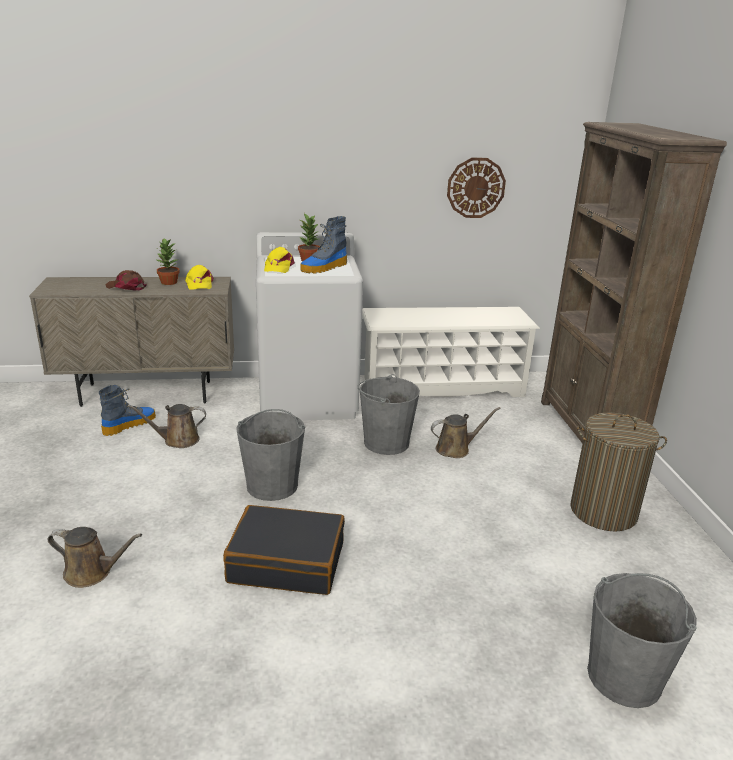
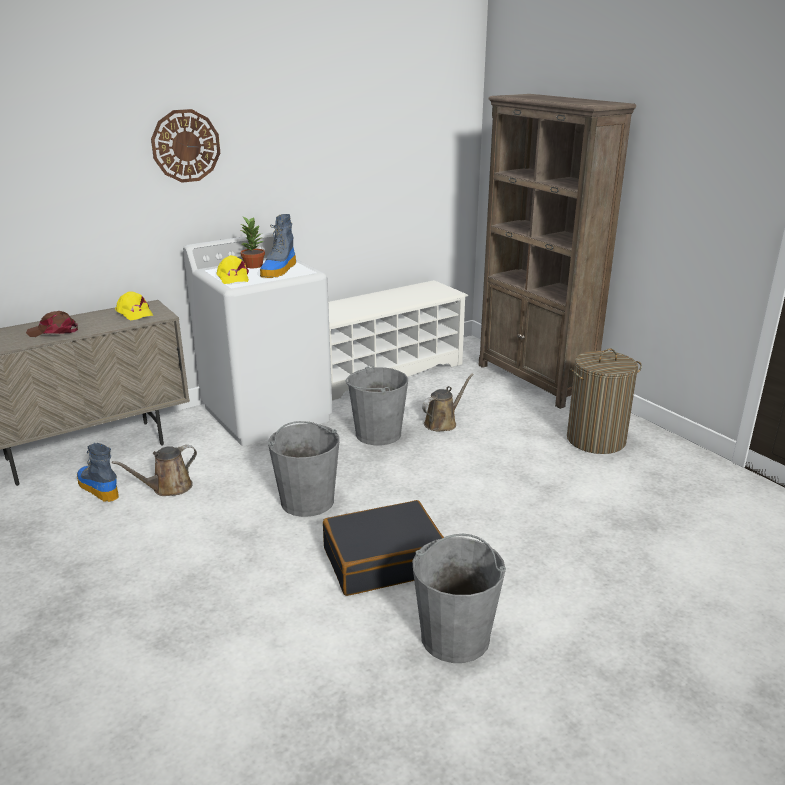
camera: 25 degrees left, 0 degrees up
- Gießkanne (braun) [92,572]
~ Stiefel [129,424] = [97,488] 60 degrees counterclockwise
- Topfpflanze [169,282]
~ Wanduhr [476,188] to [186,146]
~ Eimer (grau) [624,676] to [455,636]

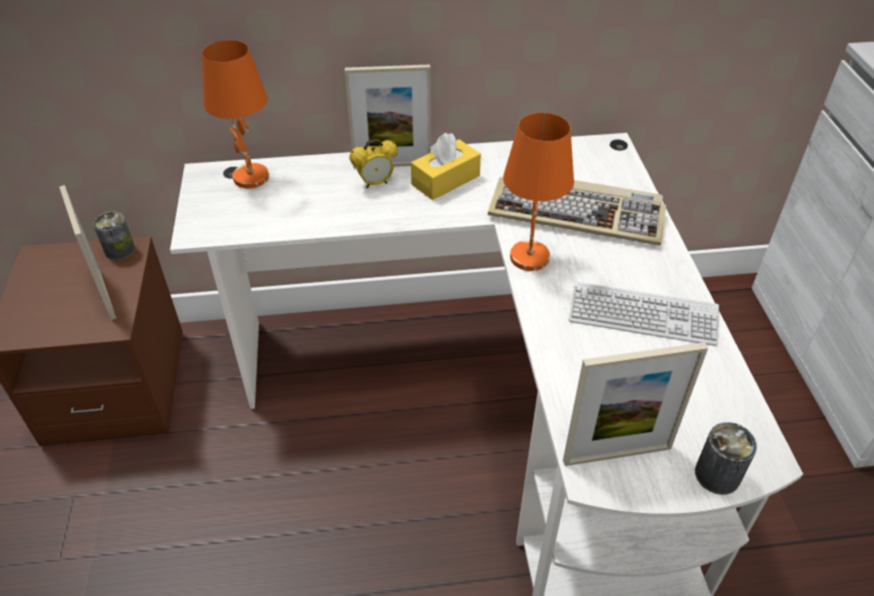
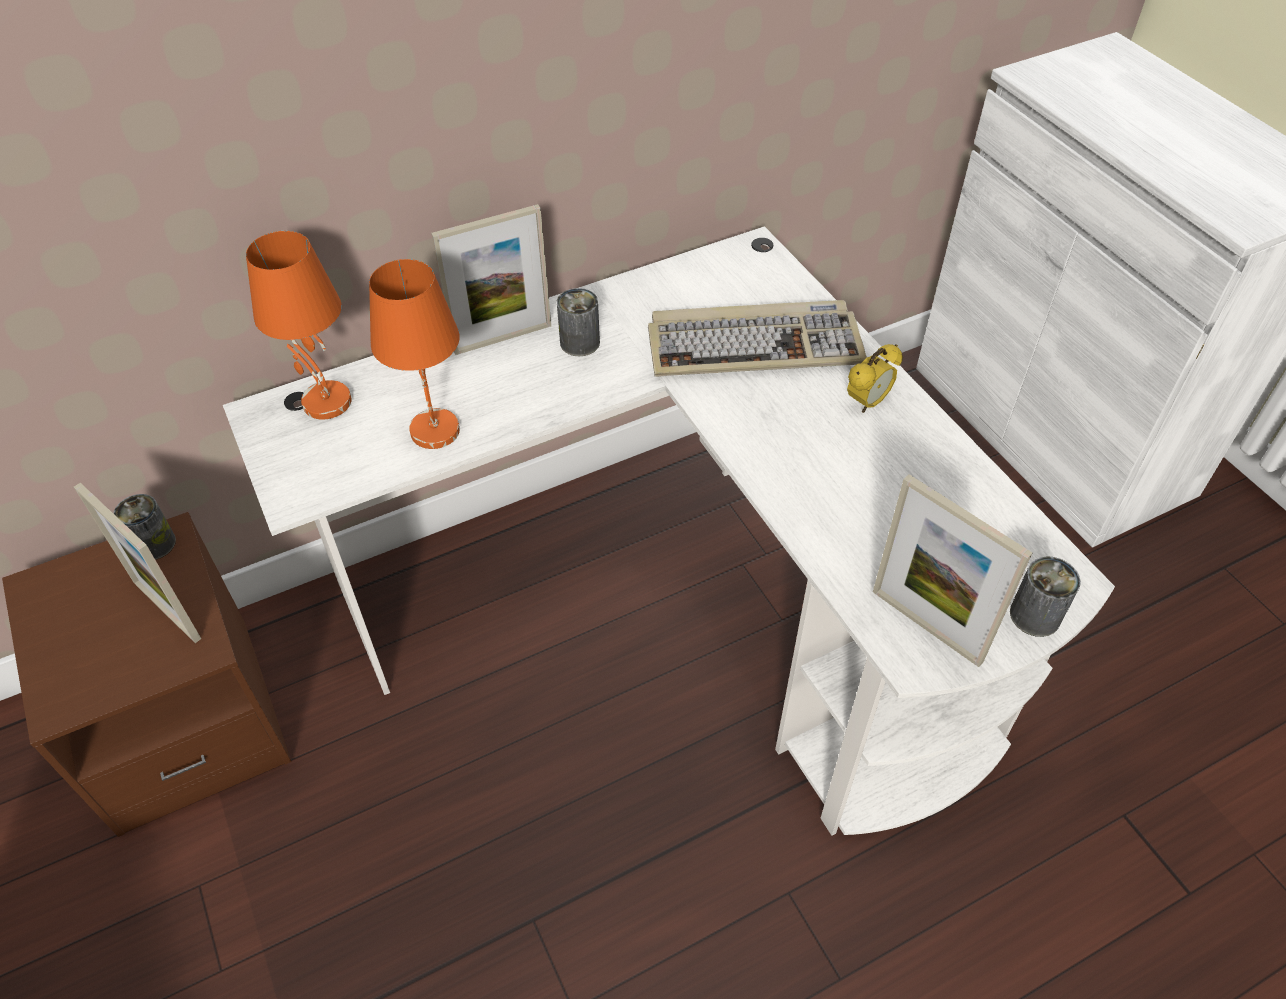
camera: 20 degrees left, 5 degrees up
~ Wecker [375,183] to [867,403]
~ Taschentuchbox (gelb) [445,180] to Dose [580,342]
~ Tischlampe (orange) [528,256] to [434,430]
~ Bilderrahmen [617,454] = [926,626] 75 degrees clockwise
- Tastatur [643,315]

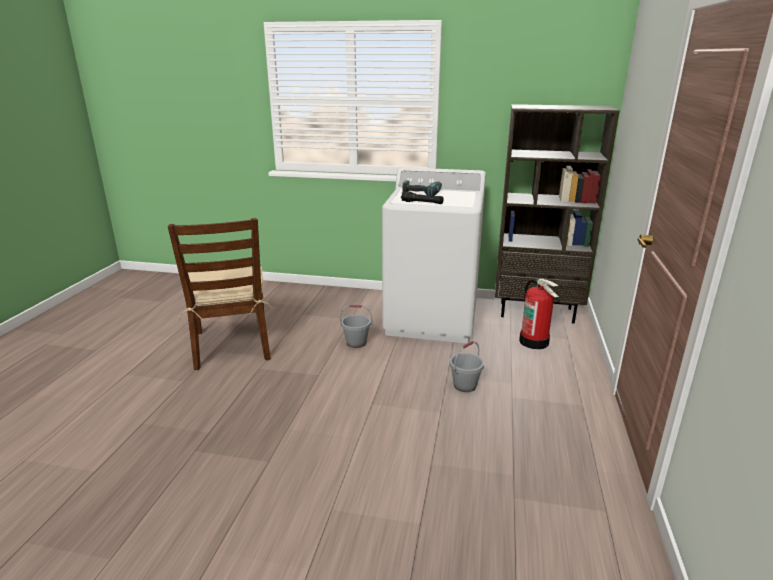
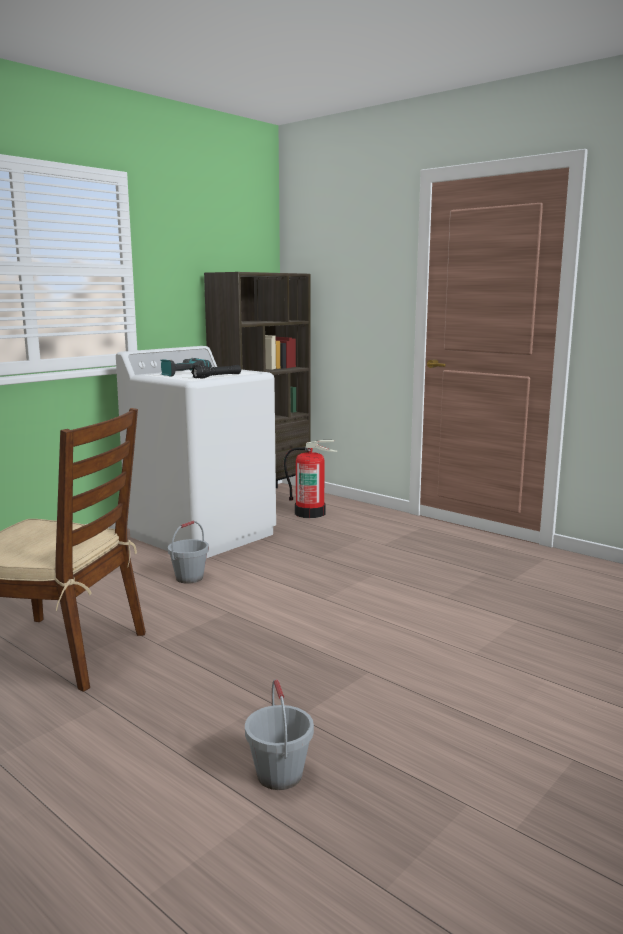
camera: 60 degrees left, 10 degrees down
~ Eimer (grau) [464,385] to [279,775]

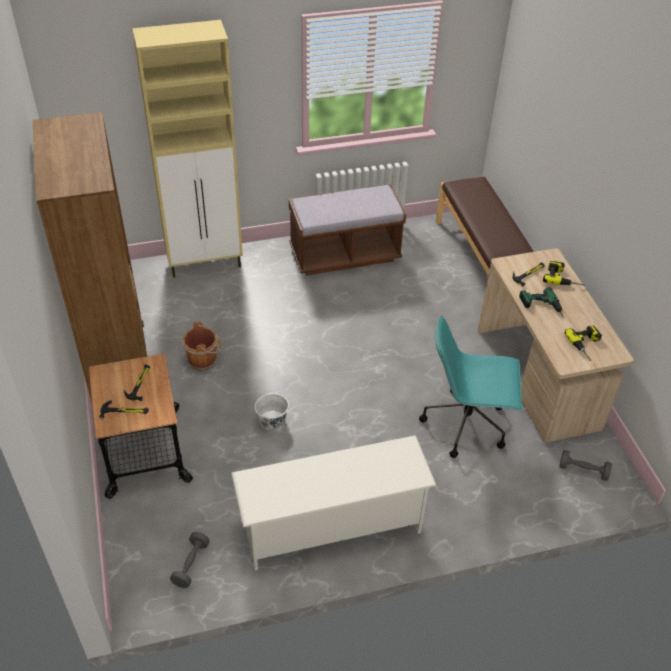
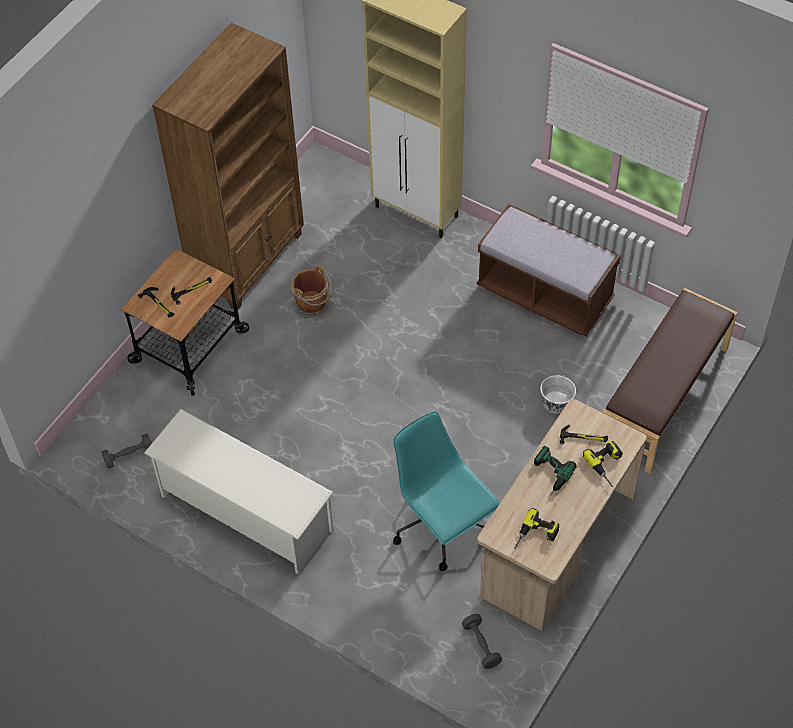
camera: 50 degrees right, 10 degrees up
~ Eimer (weiß) [272,420] to [556,403]

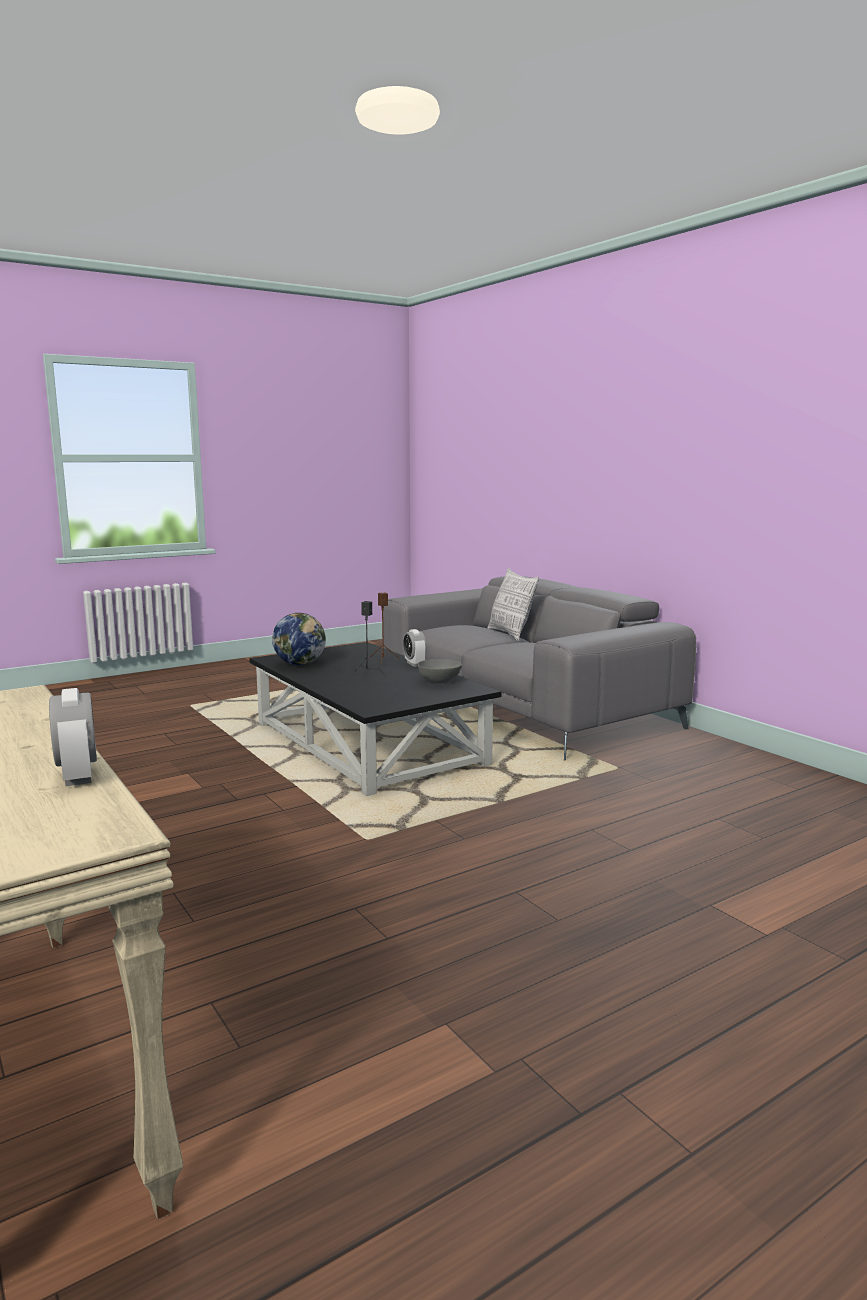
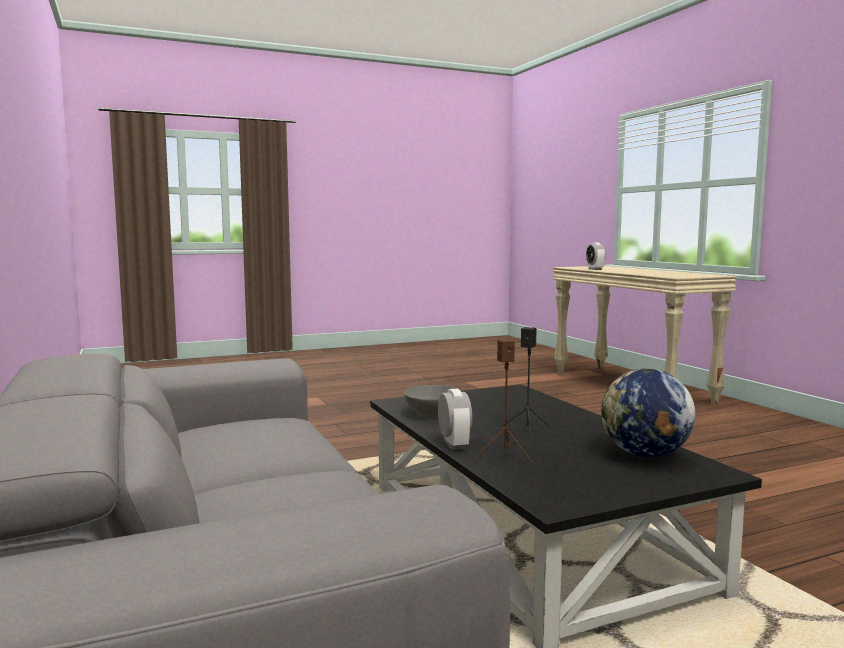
camera: 170 degrees left, 5 degrees down
- Kissen [511,634]

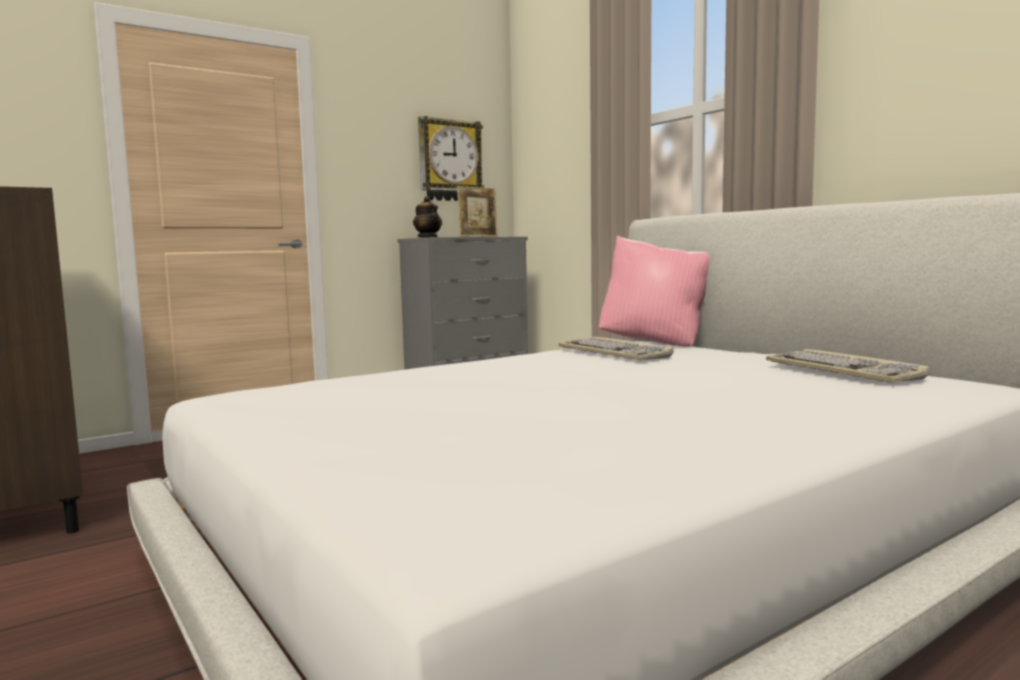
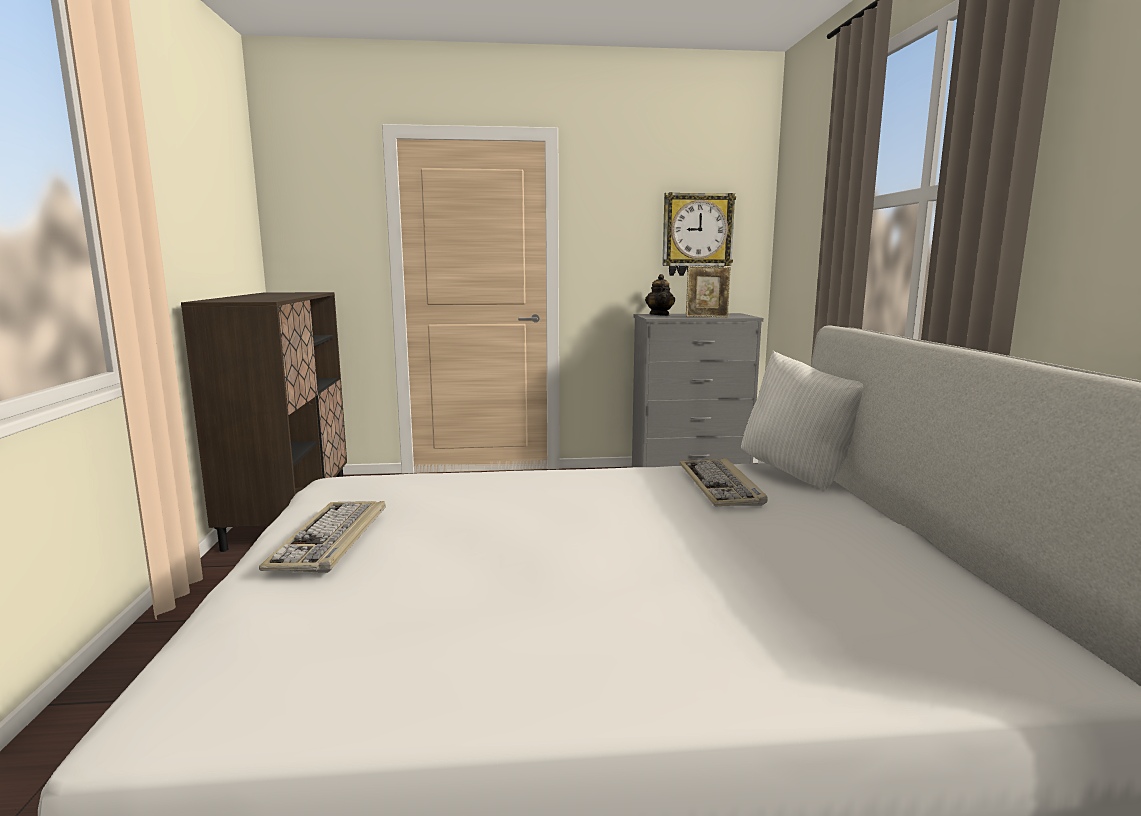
camera: 30 degrees right, 5 degrees up
~ Kissen (rosa) [655,343] to Kissen (weiß) [799,475]
~ Tastatur [845,371] to [331,540]

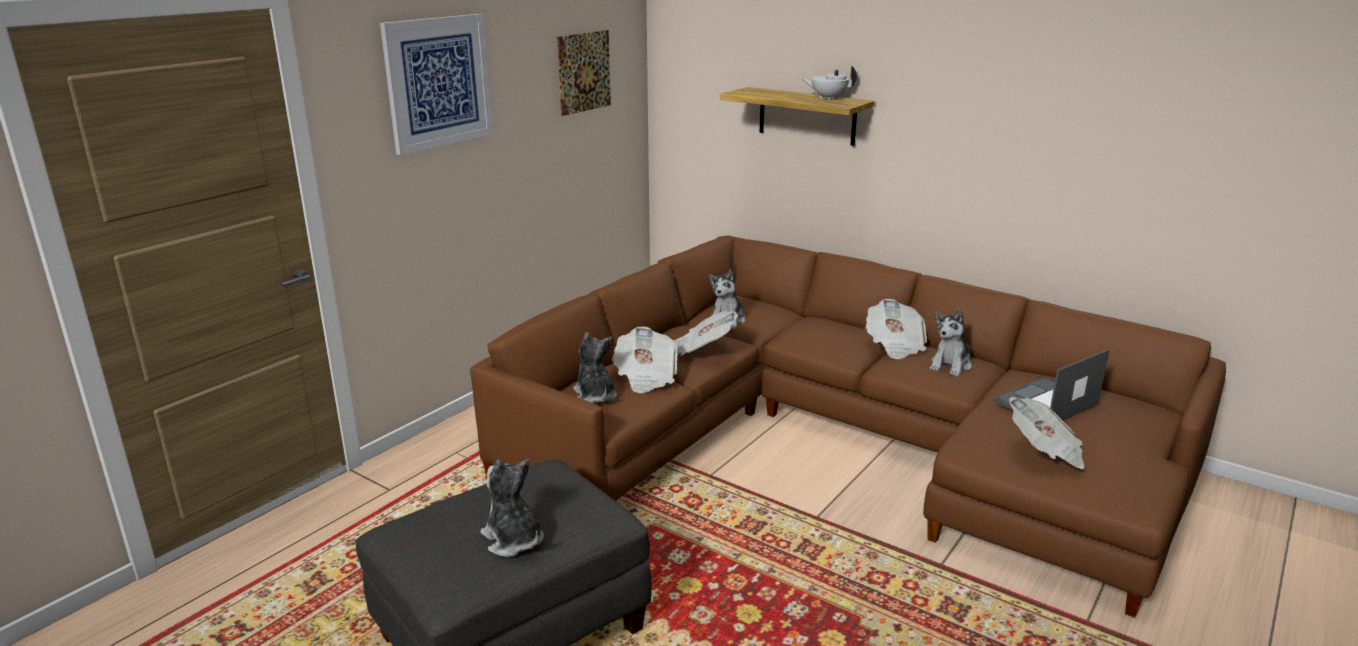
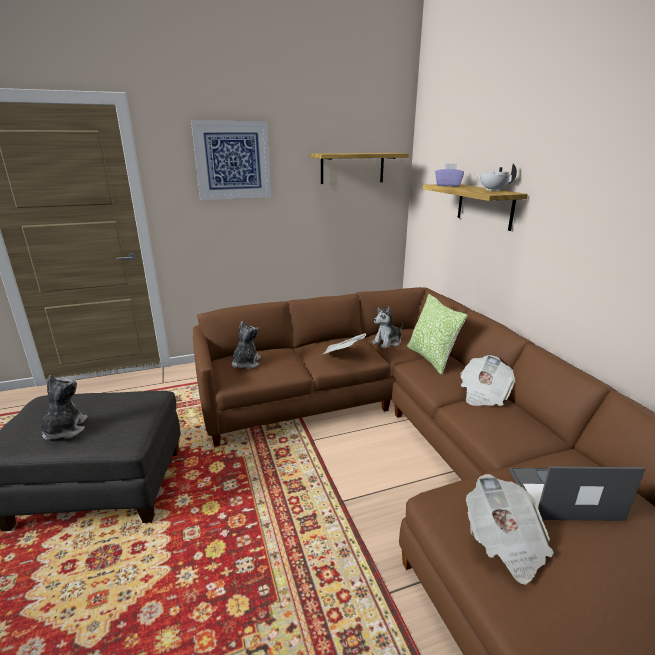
camera: 35 degrees right, 0 degrees up
~ Bild [584,72] to Wandregal [352,168]
- Zeitung [645,377]
- Plüschtier [951,365]
+ Kissen [431,358]
+ Taschentuchbox (lila) [448,185]

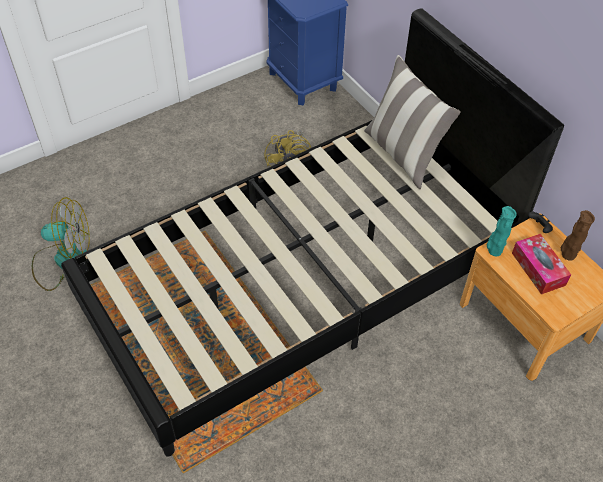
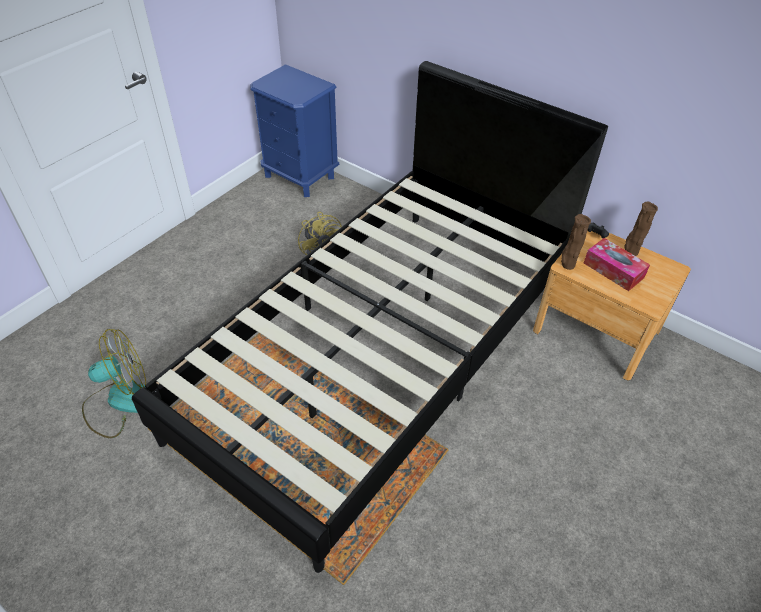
camera: 20 degrees left, 5 degrees down
- Kissen [403,154]
~ Vase (türkis) [494,251] to Vase (braun) [567,265]

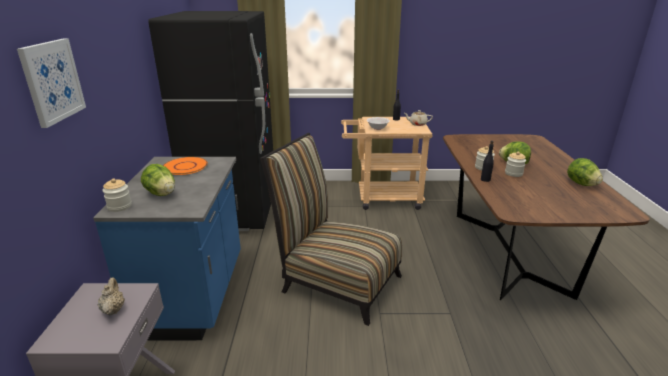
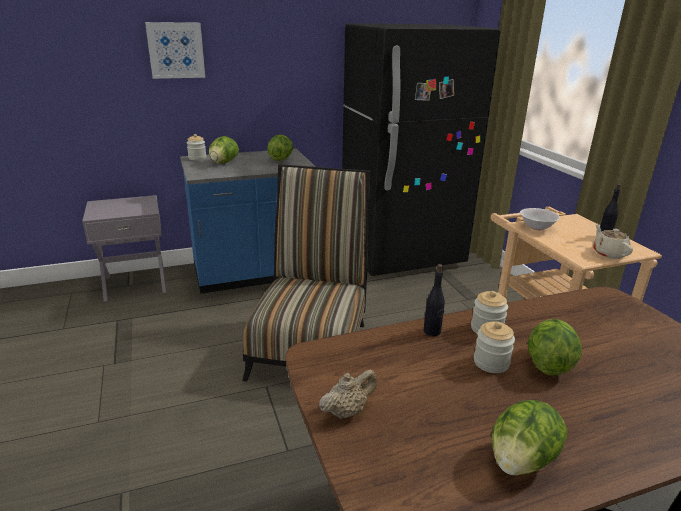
camera: 70 degrees right, 0 degrees up
~ Teekanne (beige) [113,309] to [347,411]
~ Teller (orange) [185,167] to Salatkopf [280,159]

